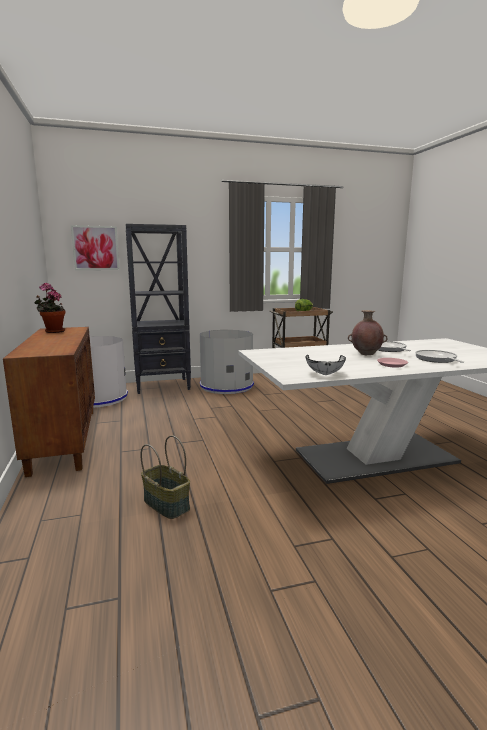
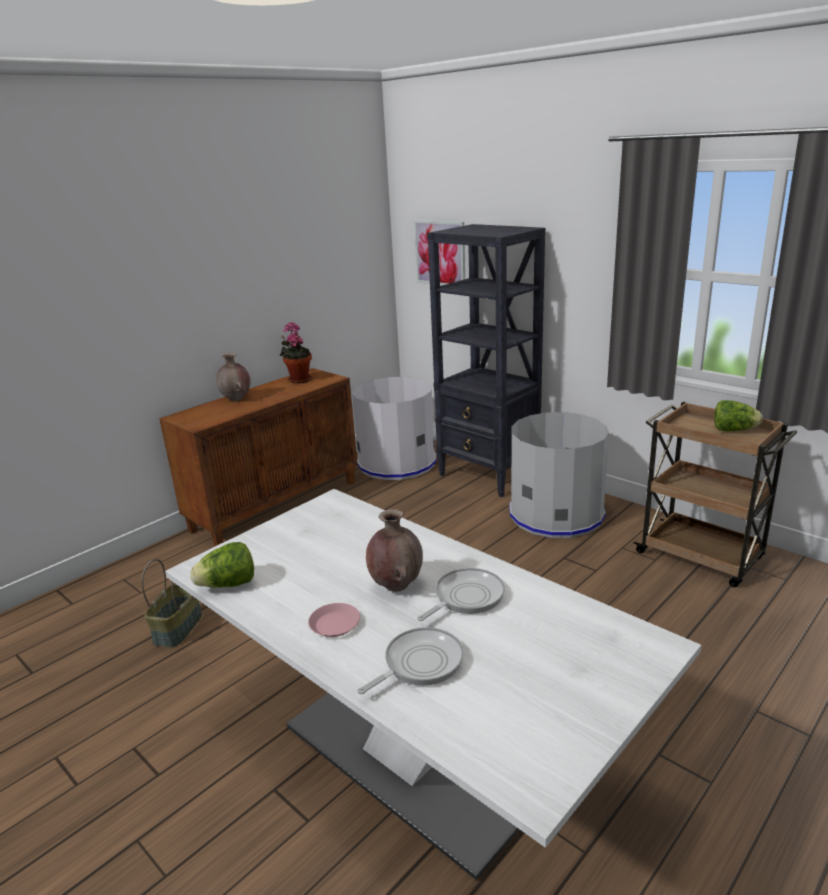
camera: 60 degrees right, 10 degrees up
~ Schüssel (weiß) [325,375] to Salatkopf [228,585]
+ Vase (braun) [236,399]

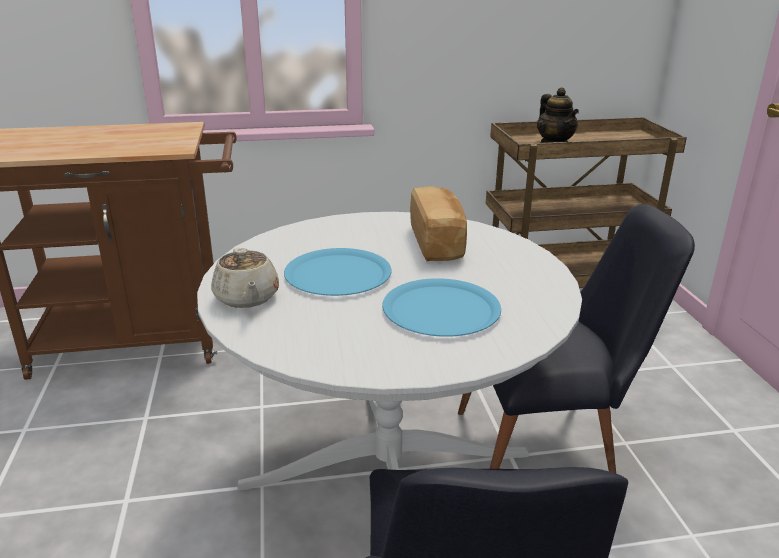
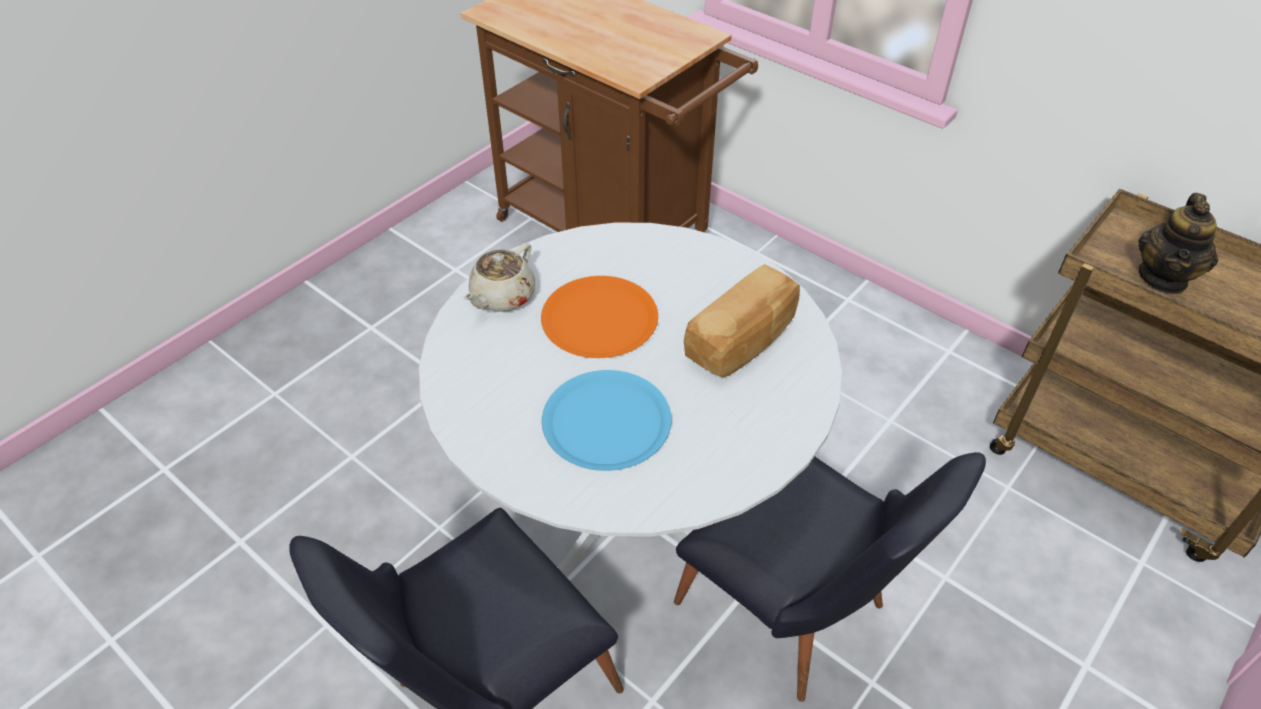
camera: 50 degrees right, 20 degrees up
~ Teller (blau) [338,274] to Teller (orange) [600,319]

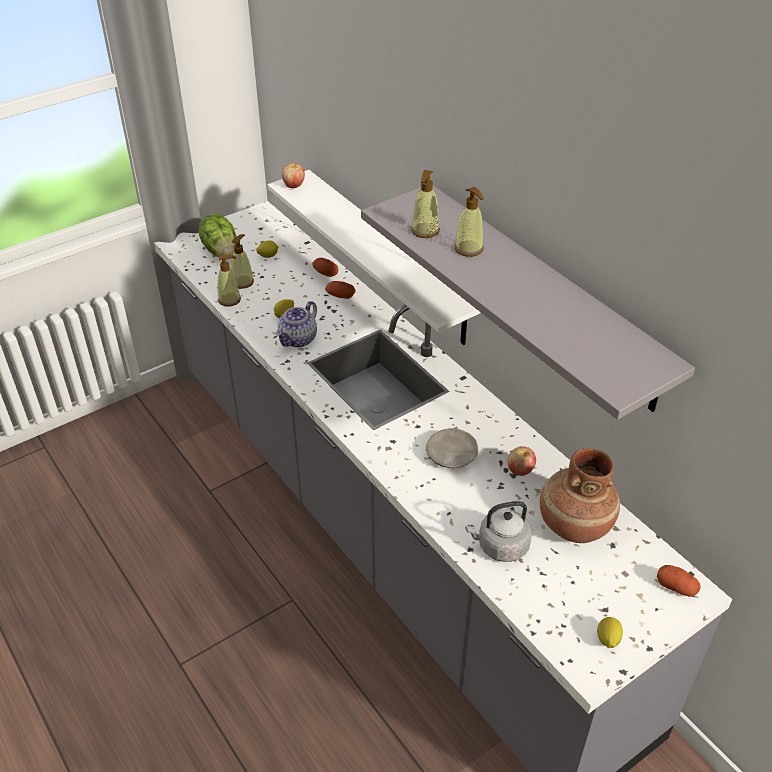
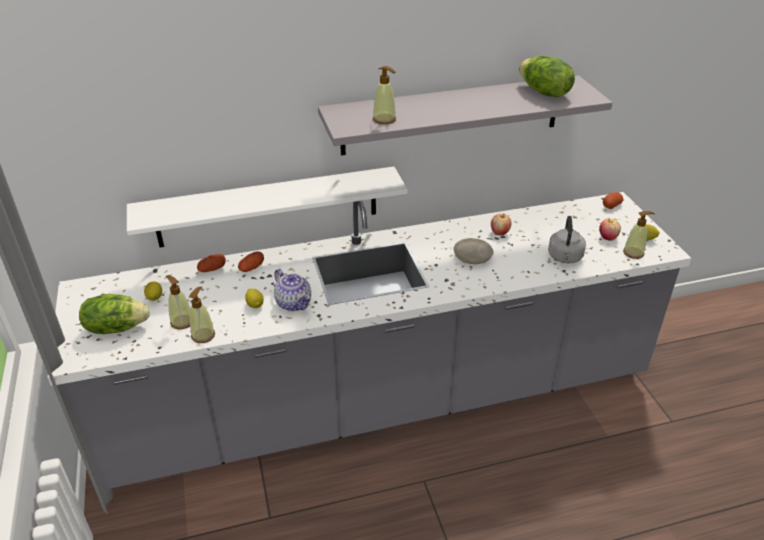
camera: 70 degrees left, 5 degrees down
~ Apfel [294,185] to [607,237]
~ Seifenspender [469,249] to [633,253]
- Vase (braun) [574,524]
+ Salatkopf [543,92]

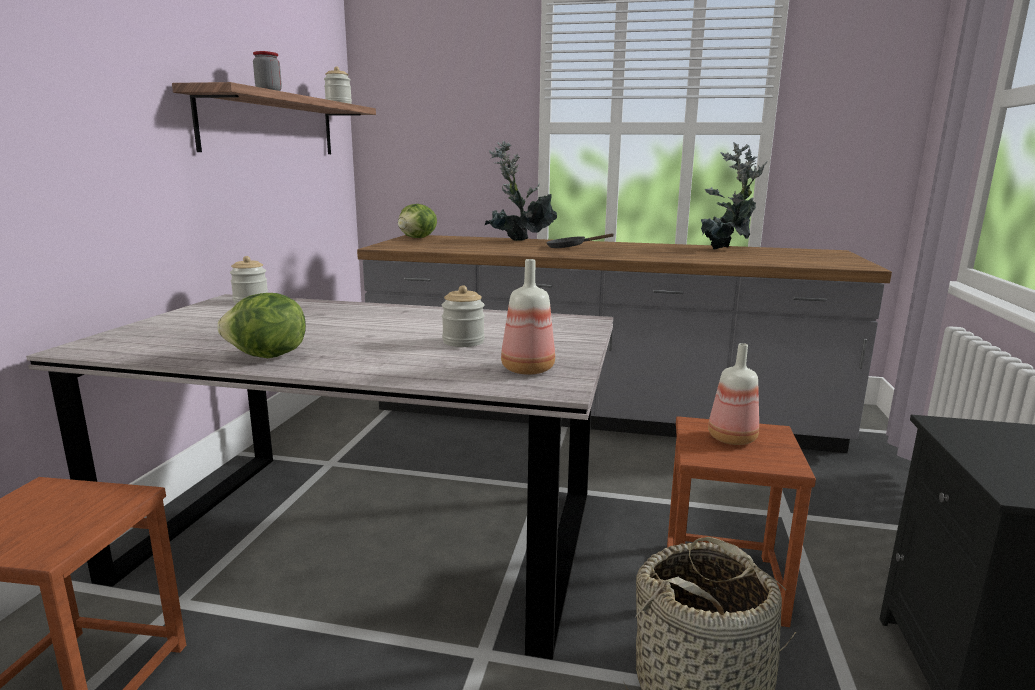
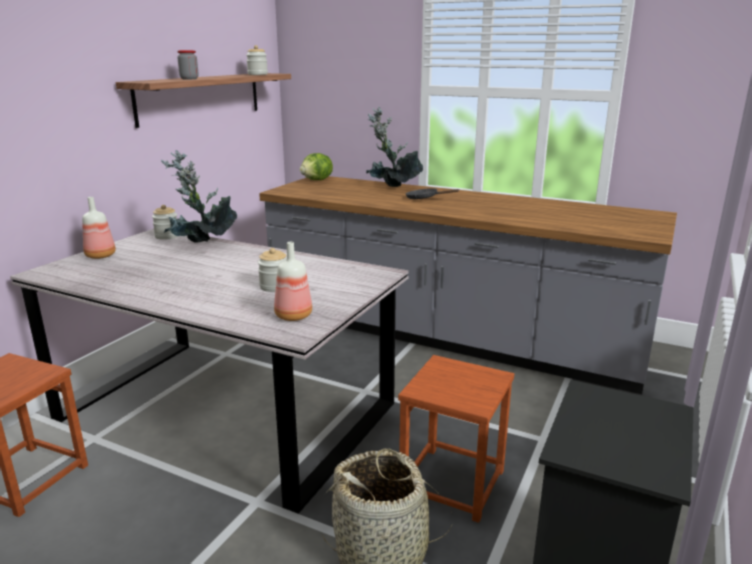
camera: 15 degrees right, 5 degrees up
- Salatkopf [267,357]
~ Topfpflanze [727,250] to [202,245]
~ Flasche [730,438] to [100,255]

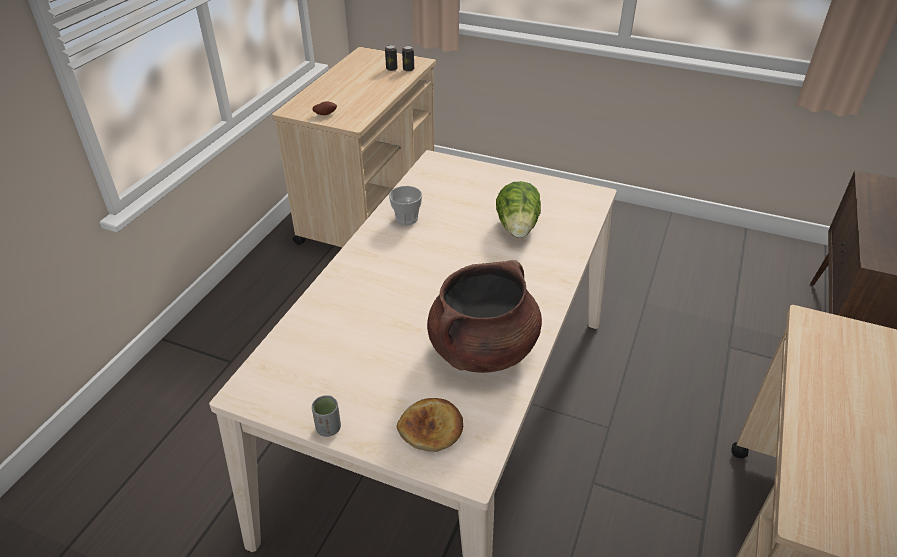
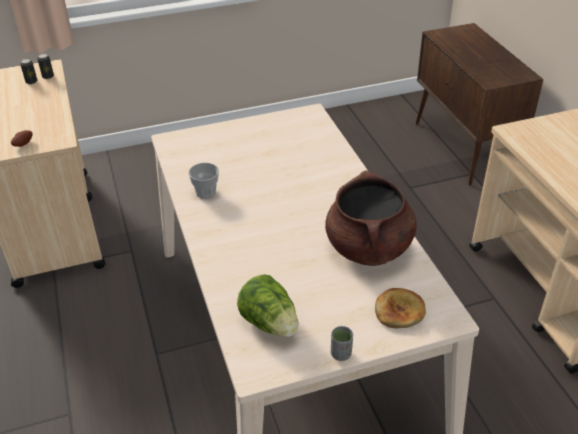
camera: 40 degrees left, 0 degrees up
~ Salatkopf [518,228] to [270,323]

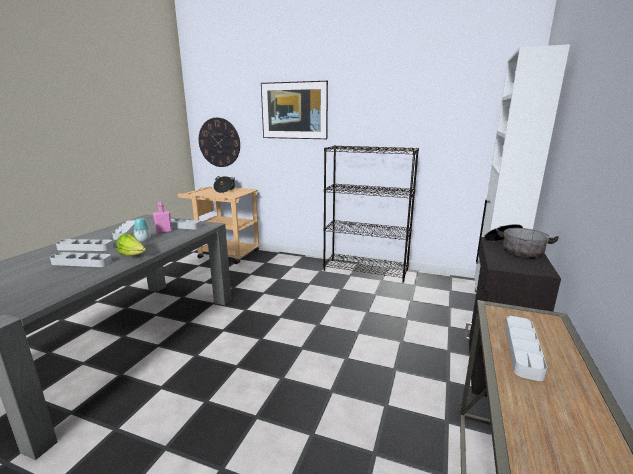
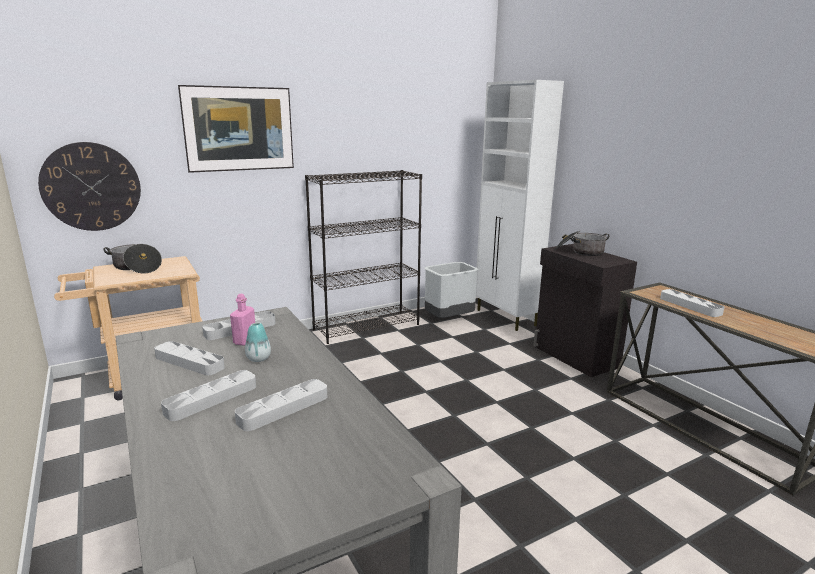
camera: 50 degrees left, 0 degrees up
- Salatkopf [133,255]
+ Mülleimer (grau) [449,319]

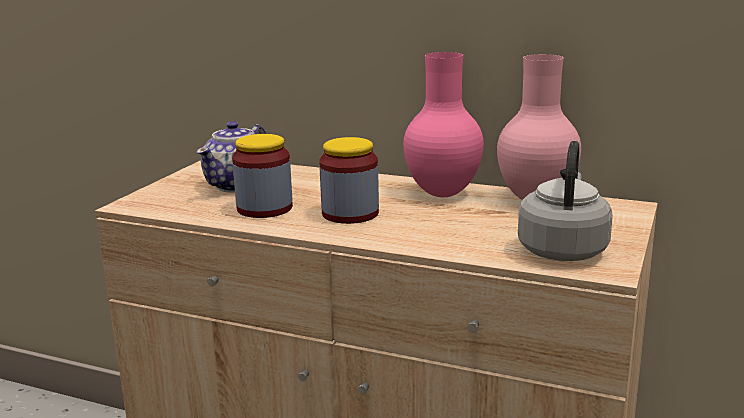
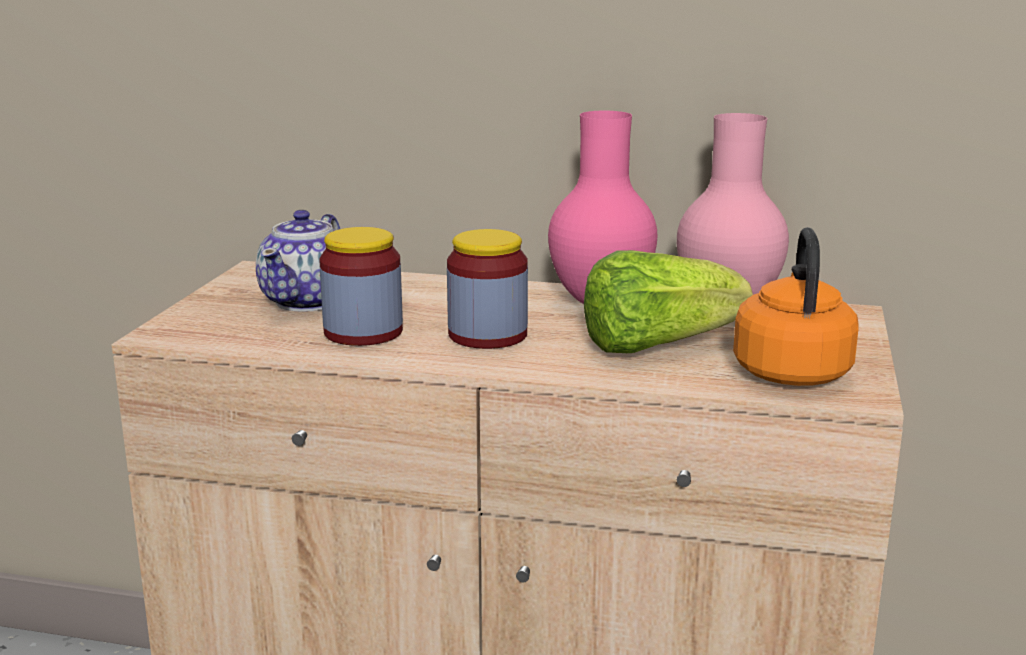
camera: 10 degrees left, 0 degrees up
~ Wasserkessel (grau) [563,249] to Wasserkessel (orange) [791,371]
+ Salatkopf [656,345]

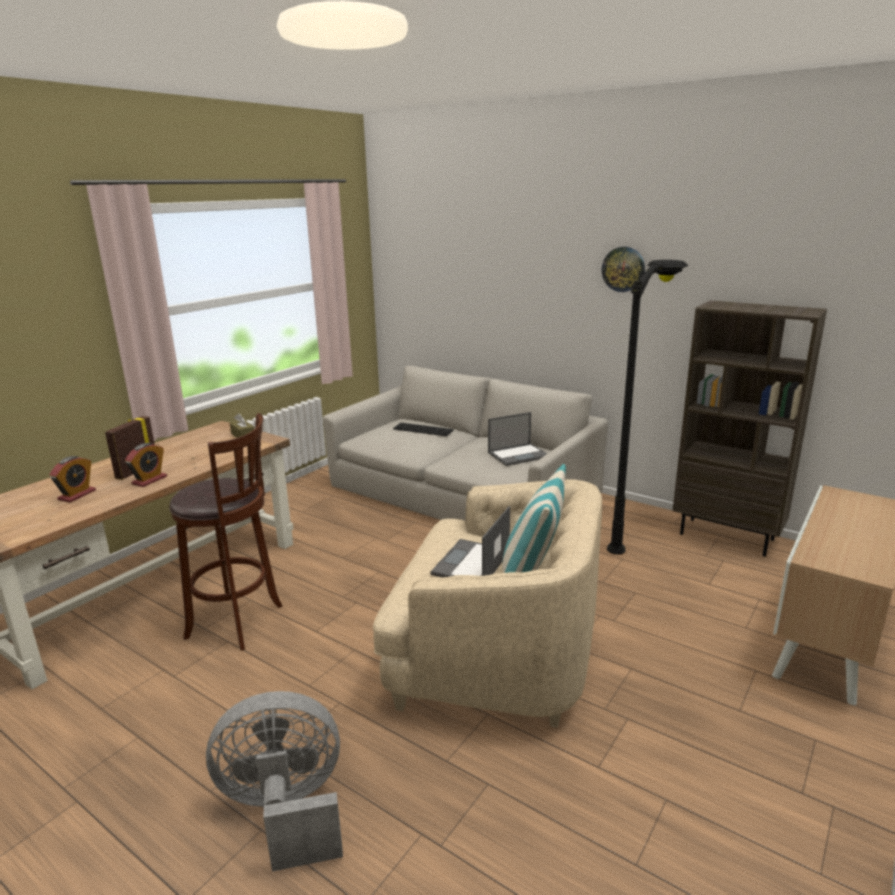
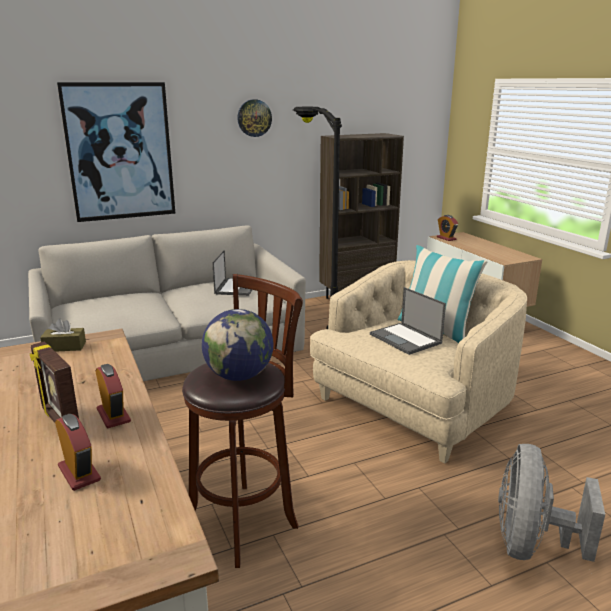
camera: 60 degrees left, 0 degrees up
- Tastatur [424,429]
+ Bild [120,152]
+ Globus [239,376]
+ Wecker [446,238]

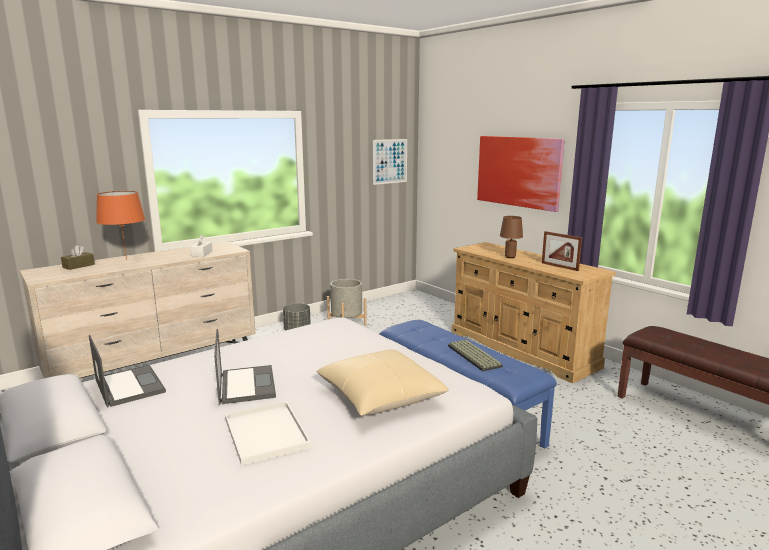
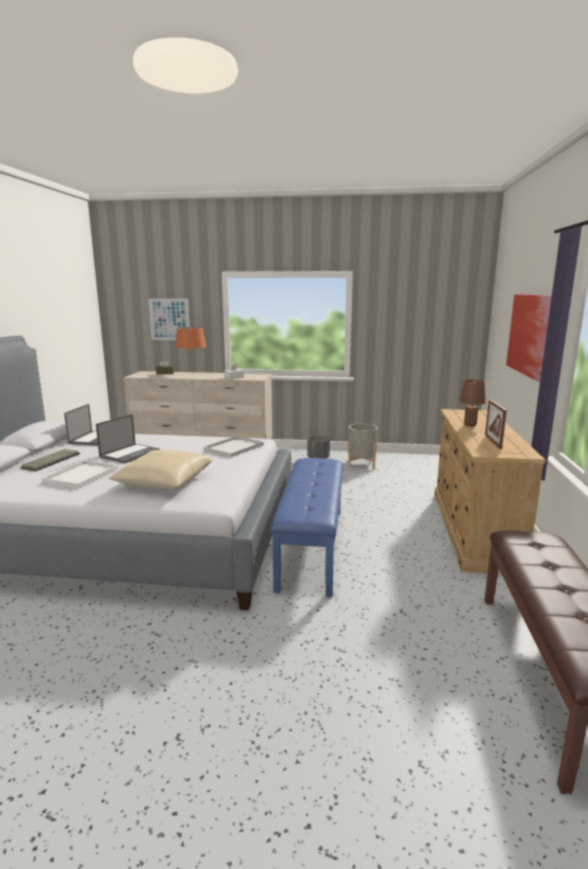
camera: 45 degrees right, 0 degrees up
~ Bild [390,161] to [169,319]
~ Tastatur [472,356] to [51,460]
+ Tablett (weiß) [234,447]

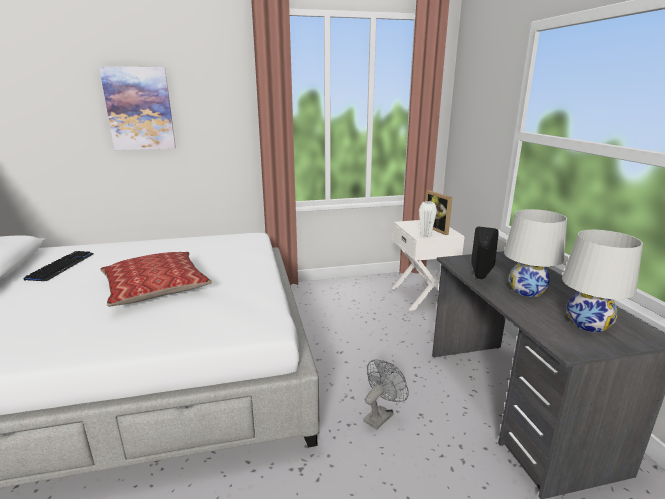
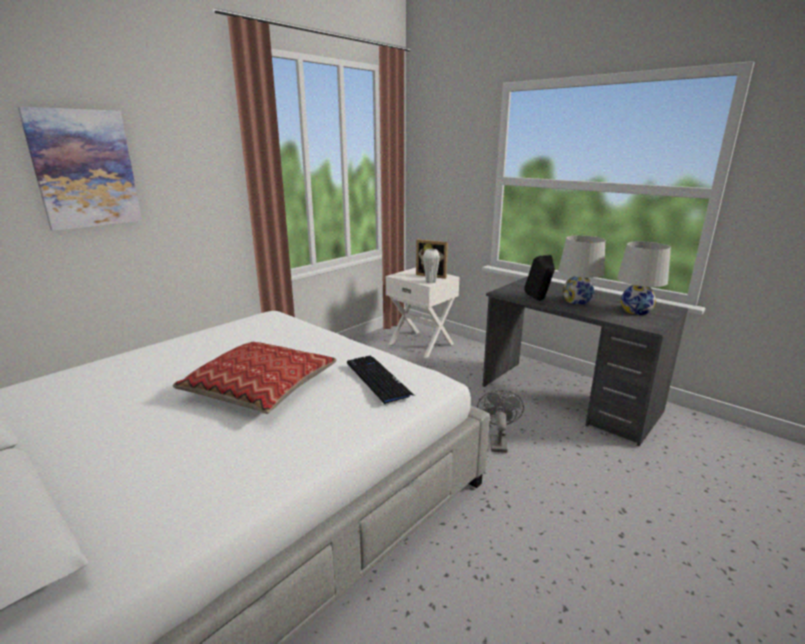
camera: 35 degrees left, 0 degrees up
~ Tastatur [61,267] to [377,379]

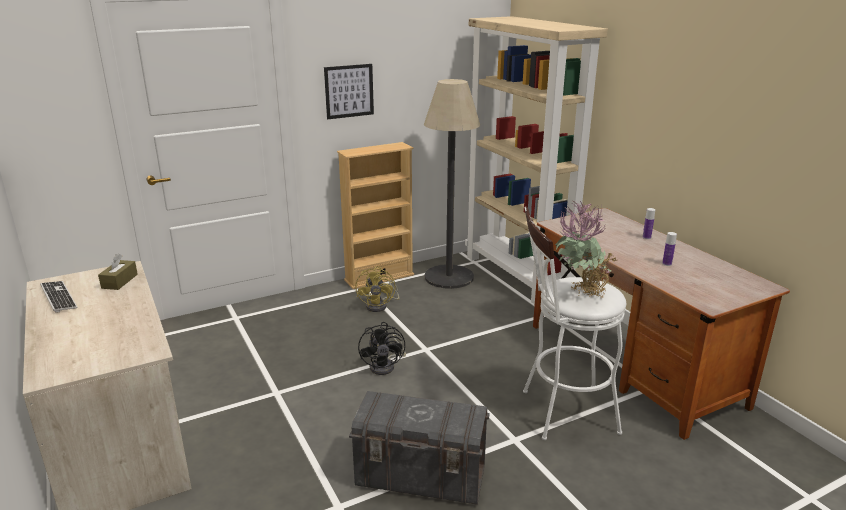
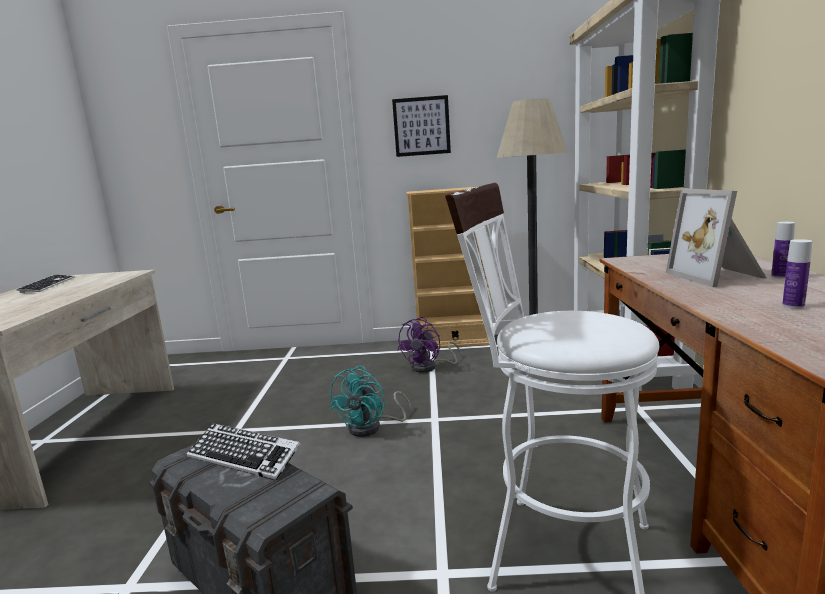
camera: 30 degrees right, 10 degrees down
- Taschentuchbox (braun) [119,281]
~ Ventilator (gelb) [380,305] to Ventilator (lila) [429,367]
~ Ventilator (schwarz) [386,365] to Ventilator (türkis) [372,427]
- Topfpflanze [580,295]
+ Tastatur [244,457]
+ Bilderrahmen [718,276]

